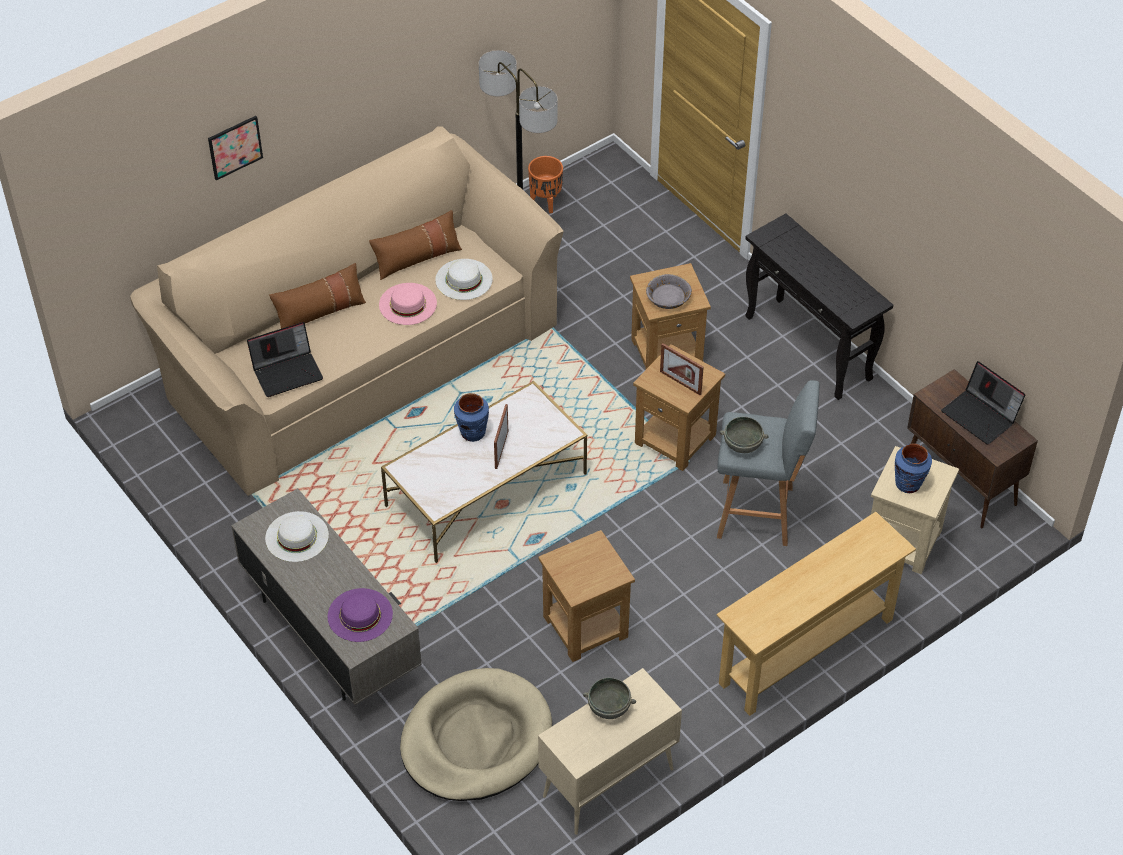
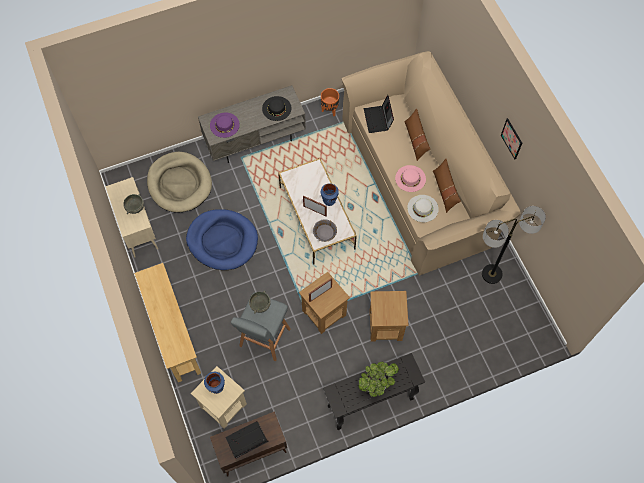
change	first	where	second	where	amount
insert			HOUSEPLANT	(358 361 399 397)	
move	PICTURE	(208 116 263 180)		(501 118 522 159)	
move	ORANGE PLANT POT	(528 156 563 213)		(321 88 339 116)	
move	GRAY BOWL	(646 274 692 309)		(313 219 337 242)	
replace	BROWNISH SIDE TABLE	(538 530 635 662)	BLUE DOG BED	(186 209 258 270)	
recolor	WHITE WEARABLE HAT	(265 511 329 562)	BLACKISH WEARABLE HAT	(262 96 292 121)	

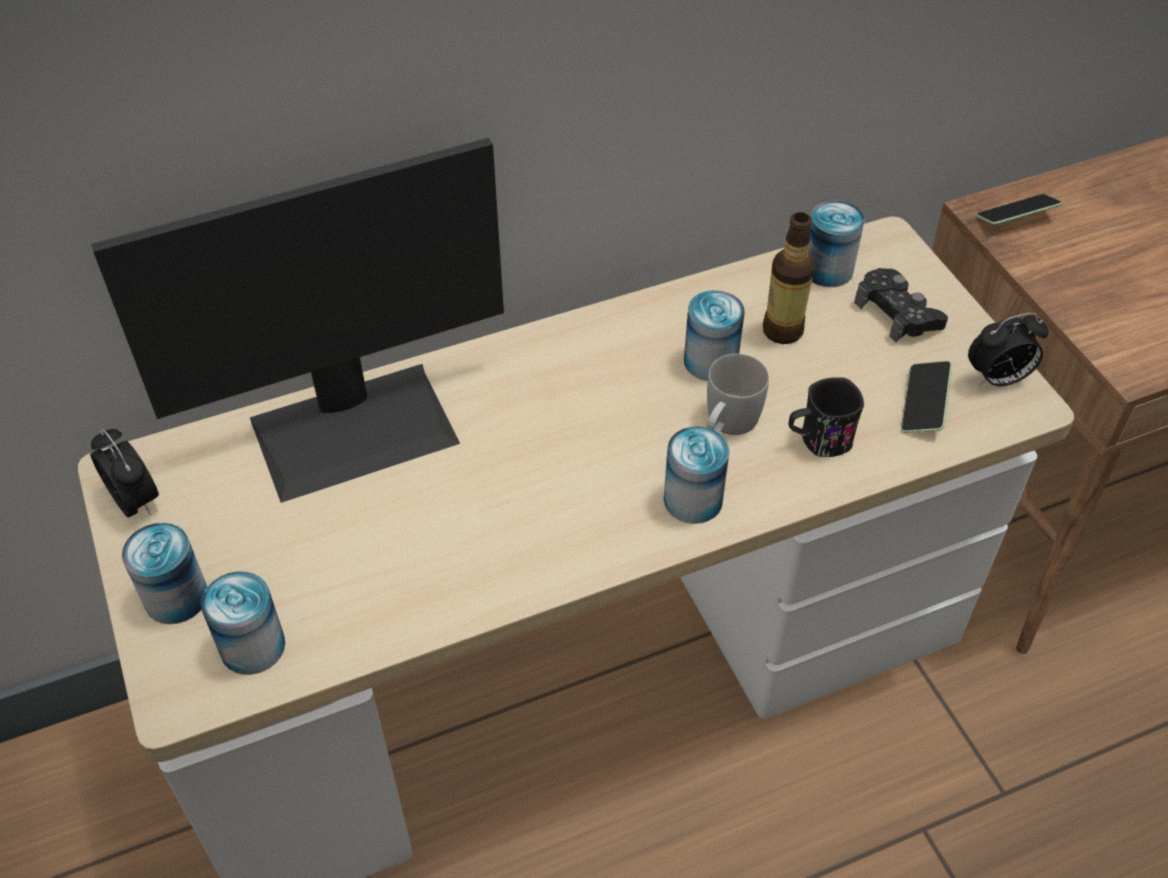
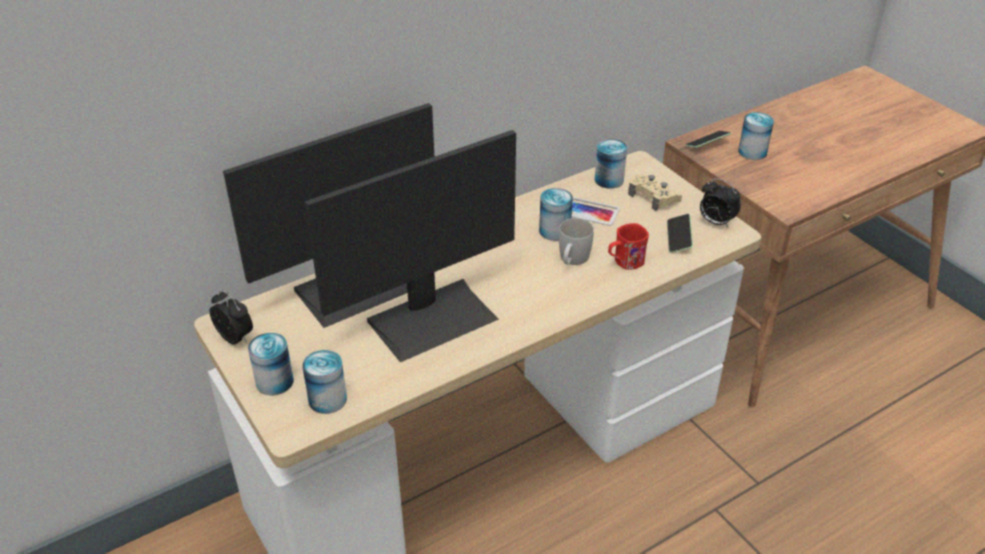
change	first	where	second	where	amount
insert			MONITOR	(304 130 516 362)	
move	SEALED CAN	(664 426 729 524)		(738 112 774 160)	
replace	DRINK BOTTLE	(763 212 815 344)	PHONE	(572 197 620 226)	
recolor	BLACKISH COFFEE MUG	(789 377 864 457)	RED-COLOURED COFFEE MUG	(608 223 649 270)	
recolor	BLACKISH GAME CONTROLLER	(854 268 948 343)	BEIGE-COLOURED GAME CONTROLLER	(628 174 682 211)	
rotate	ALARM CLOCK	(968 313 1049 386)		(700 178 741 227)	60 degrees clockwise

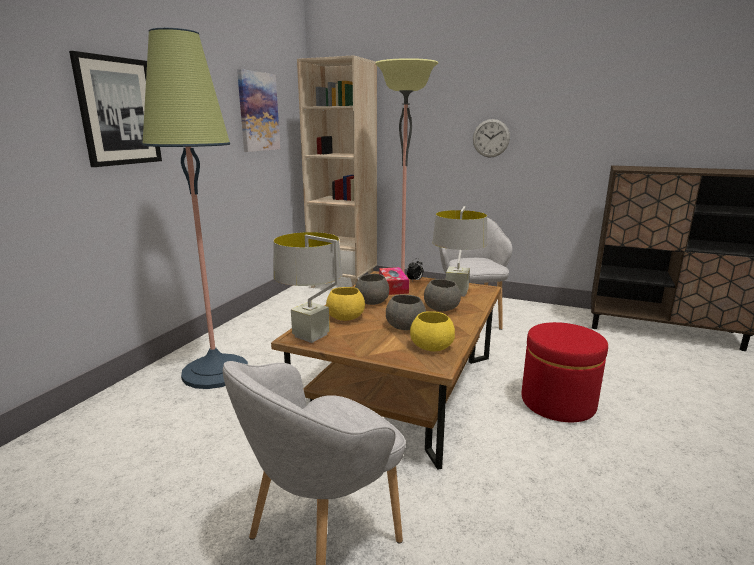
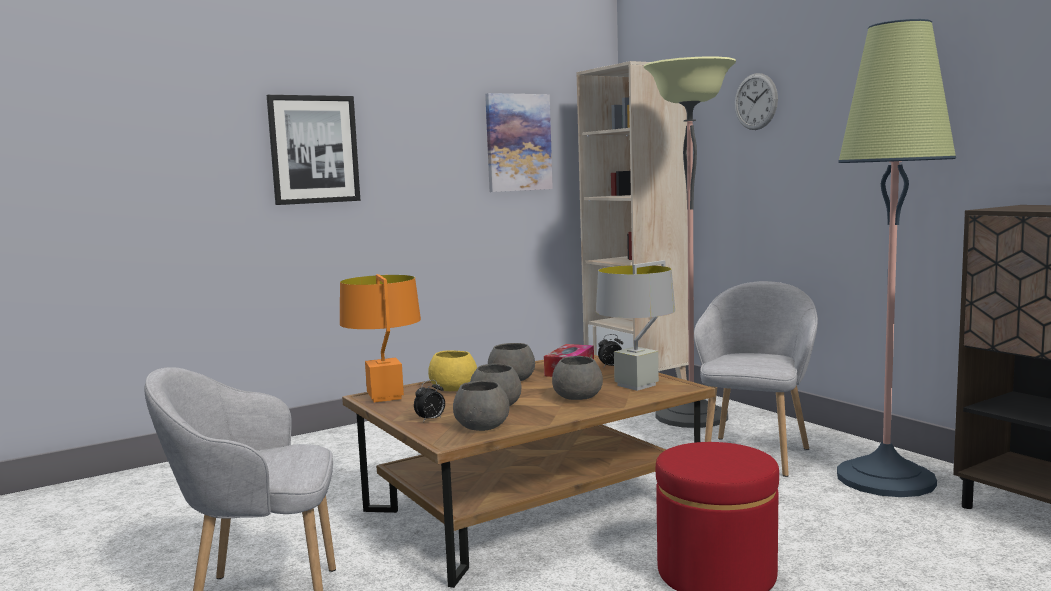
change	first	where	second	where	amount
insert			ALARM CLOCK	(414 380 445 423)	
move	FLOOR LAMP	(142 28 248 389)		(837 19 956 497)	
move	HANGING CLOCK	(473 119 510 157)		(735 73 778 130)	
recolor	GRAY LAMP FOR A TABLE	(273 232 343 343)	ORANGE LAMP FOR A TABLE	(340 274 421 403)	
recolor	YELLOW-COLOURED BOWL	(410 311 455 352)	GRAY BOWL	(453 381 510 431)	

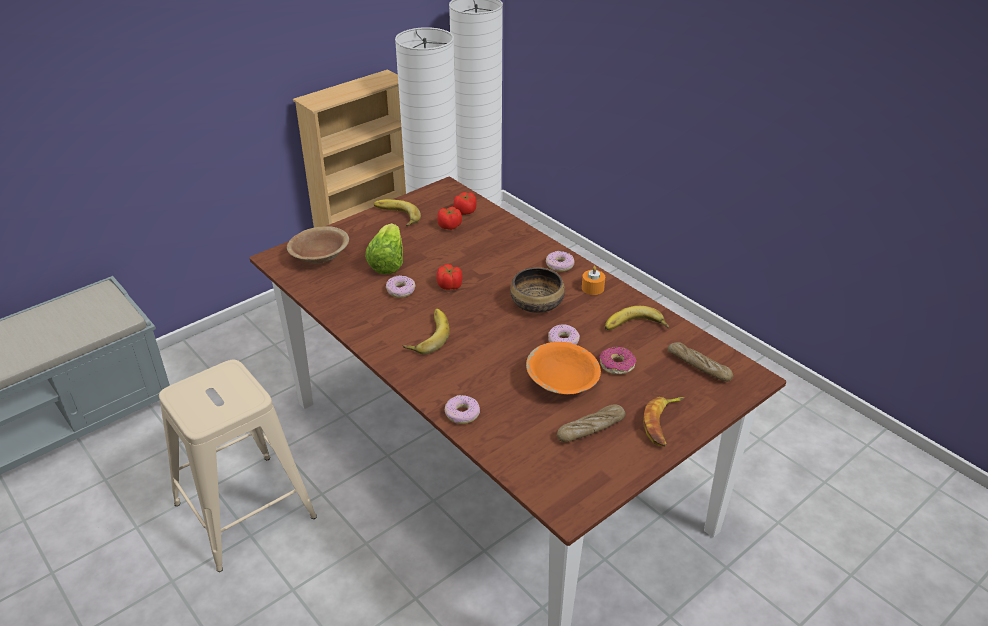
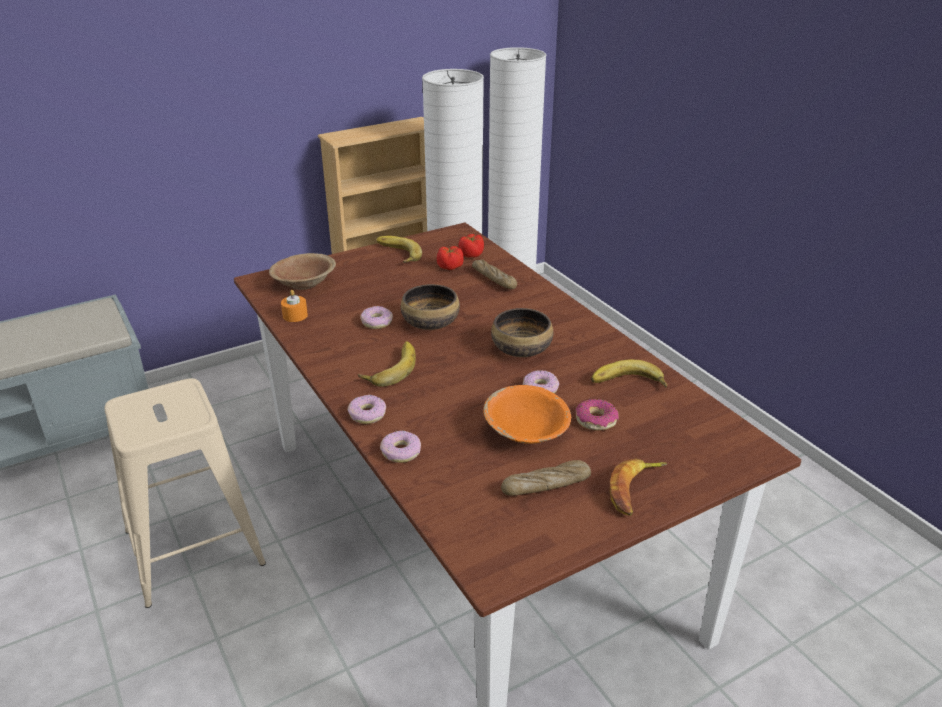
change	first	where	second	where	amount
delete	HEAD OF LETTUCE	(365 223 403 274)			
move	DOUGHNUT	(546 251 574 272)		(347 395 386 424)	
move	ORANGE WAX LIGHT	(582 266 605 295)		(281 290 308 322)	
move	BREAD	(667 342 733 381)		(472 259 517 289)	
replace	TOMATO	(437 264 463 290)	BOWL	(401 284 460 330)	

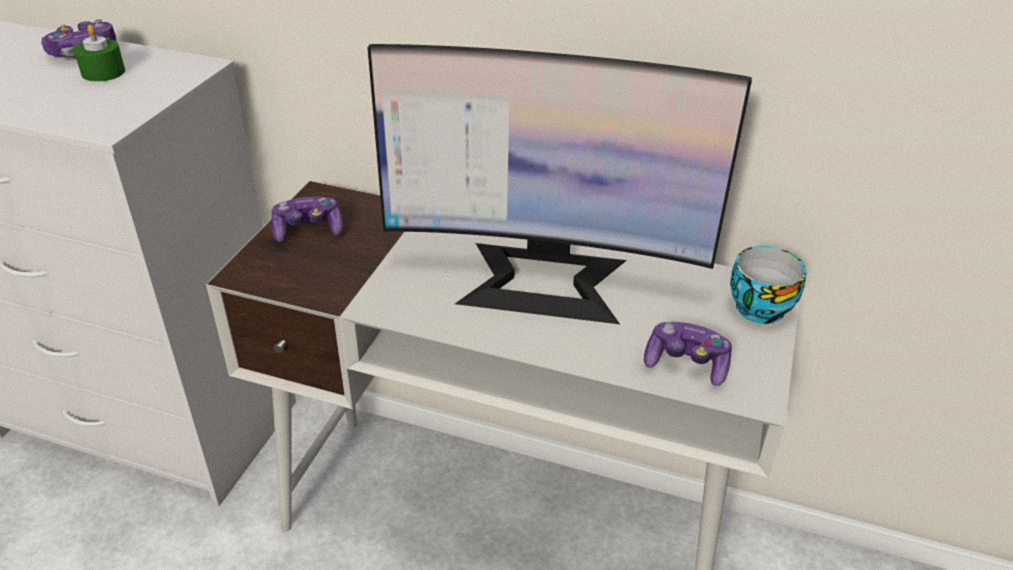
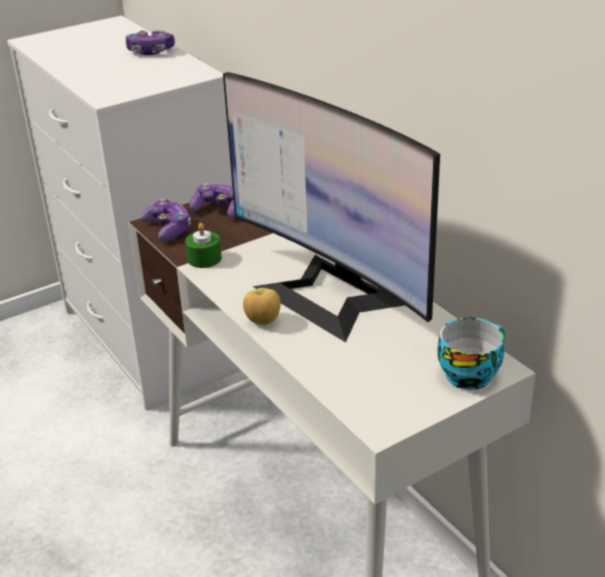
change	first	where	second	where	amount
insert			WHOLE APPLE	(243 288 280 325)	
move	GREEN-COLOURED WAX LIGHT	(74 25 125 82)		(185 223 222 268)	
move	GAME CONTROLLER	(644 322 732 386)		(141 198 191 241)	

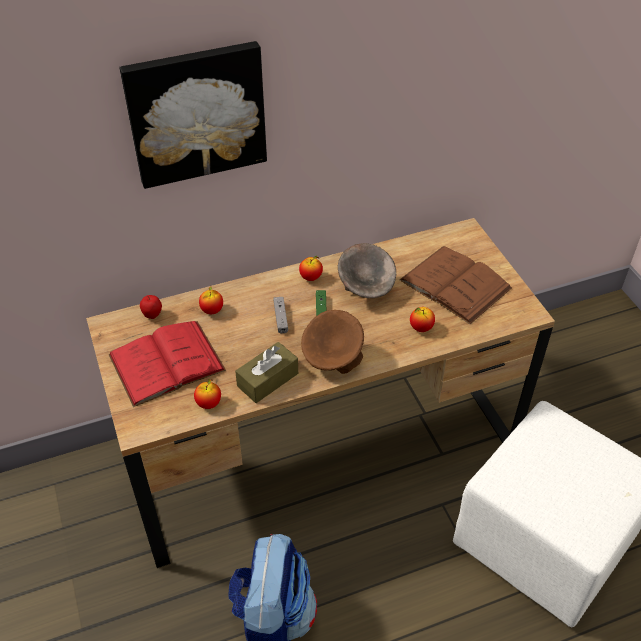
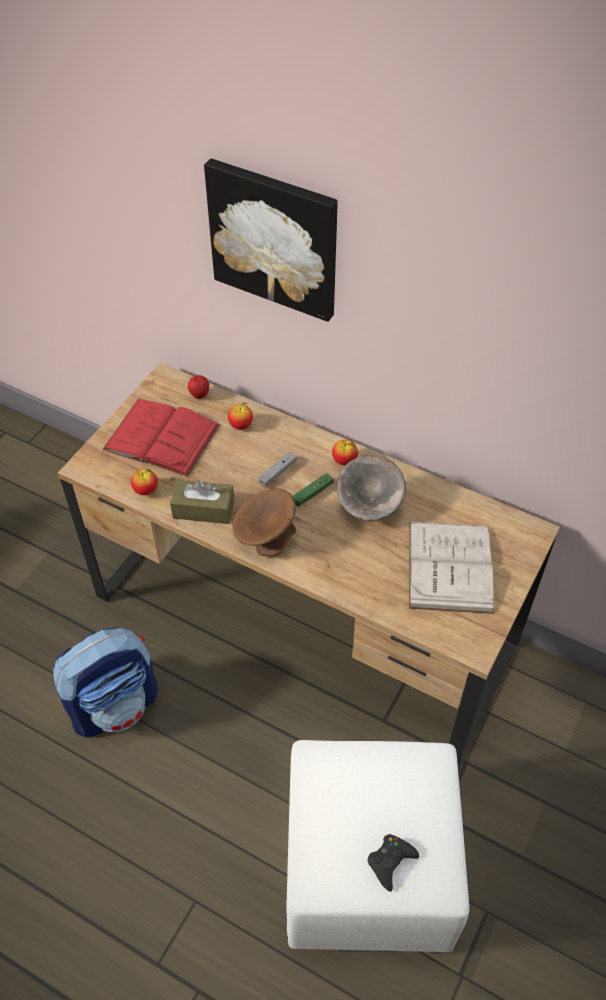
change	first	where	second	where	amount
delete	WHOLE APPLE	(410 307 435 332)			
insert			BLACKISH GAME CONTROLLER	(367 834 419 892)	
recolor	BROWNISH VOLUME	(400 246 512 324)	WHITE VOLUME	(409 522 494 614)	

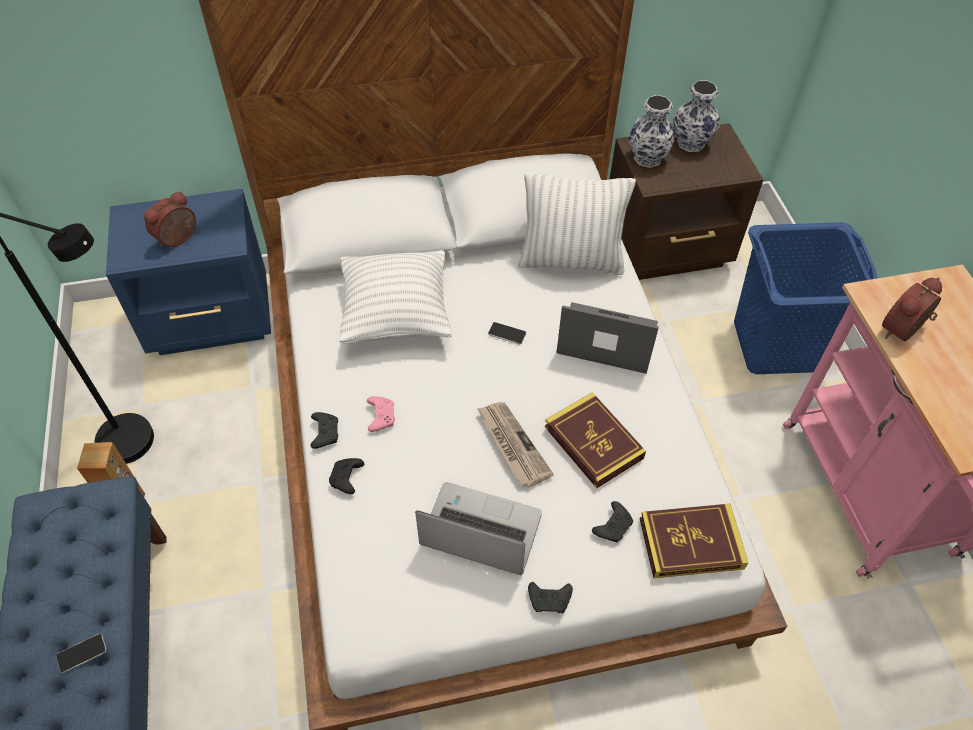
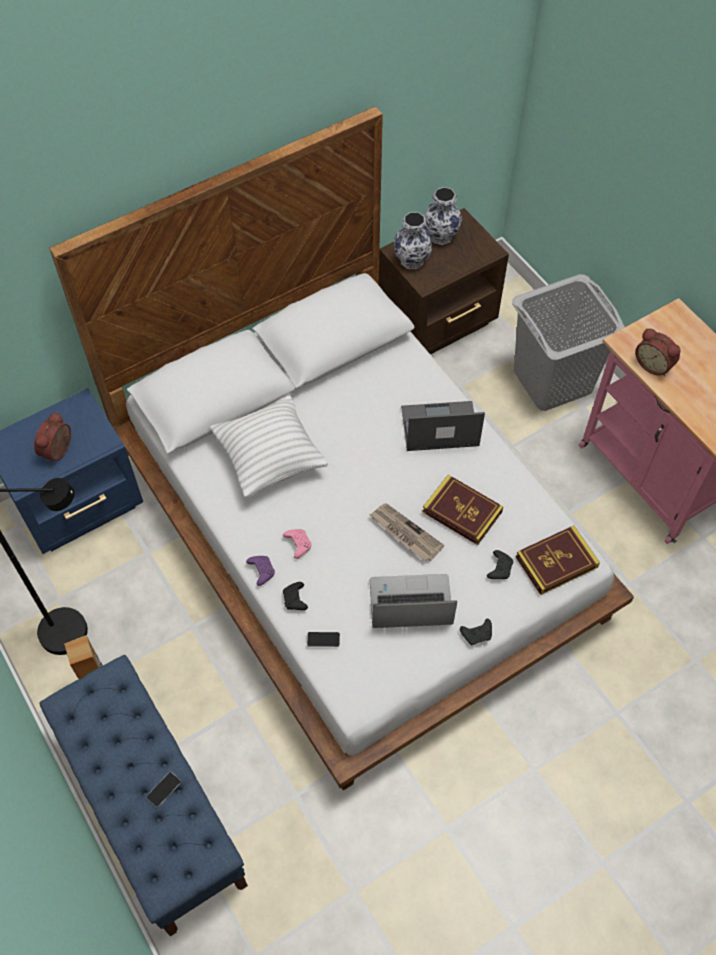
change	first	where	second	where	amount
delete	WHITE CUSHION	(518 172 636 275)			
move	PHONE	(488 322 526 345)		(307 632 340 647)	
recolor	BLACKISH GAME CONTROLLER	(310 412 338 449)	PURPLE-COLOURED GAME CONTROLLER	(246 556 275 586)	
recolor	BLUE HAMPER	(734 222 877 374)	GRAY HAMPER	(512 274 625 411)	
rotate	ALARM CLOCK	(882 277 942 342)		(635 328 680 376)	75 degrees counterclockwise

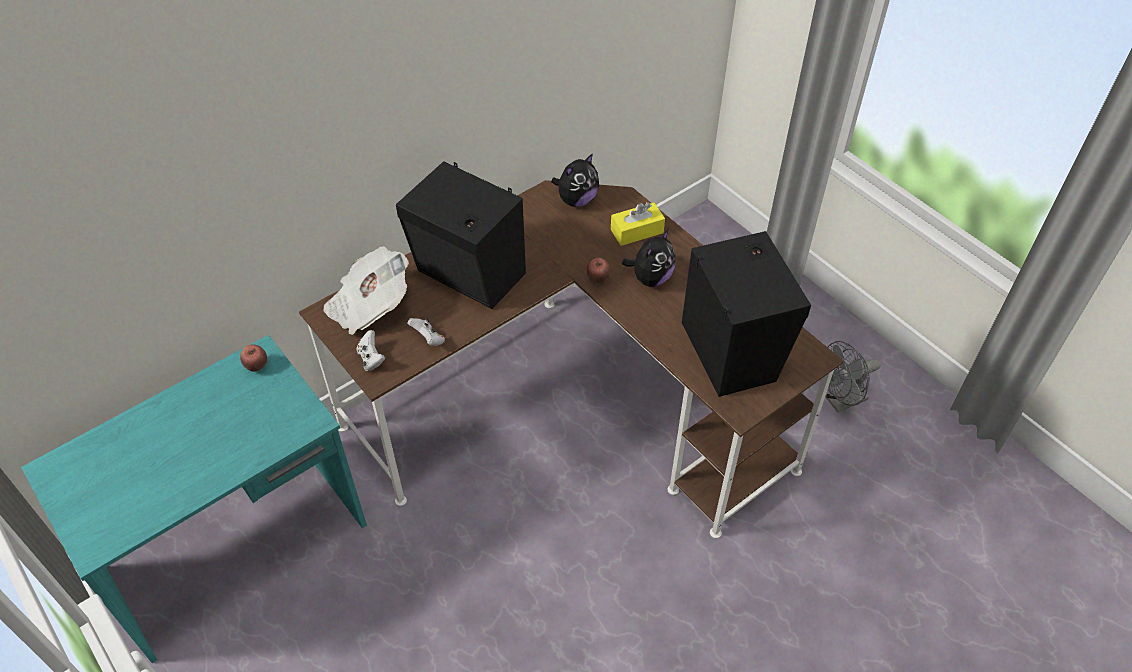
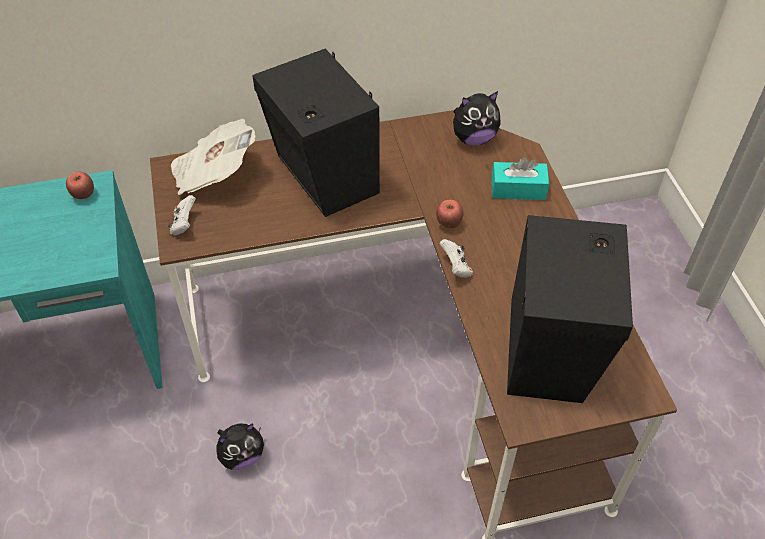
change	first	where	second	where	amount
delete	GRAY COOLING FAN	(825 341 881 413)			
move	WHITE GAME CONTROLLER	(407 318 445 346)		(440 239 473 277)	
move	CUDDLY TOY	(622 230 676 287)		(217 423 264 470)	
recolor	YELLOW-COLOURED BOX OF TISSUES	(611 202 665 246)	TURQUOISE BOX OF TISSUES	(491 157 549 200)	

